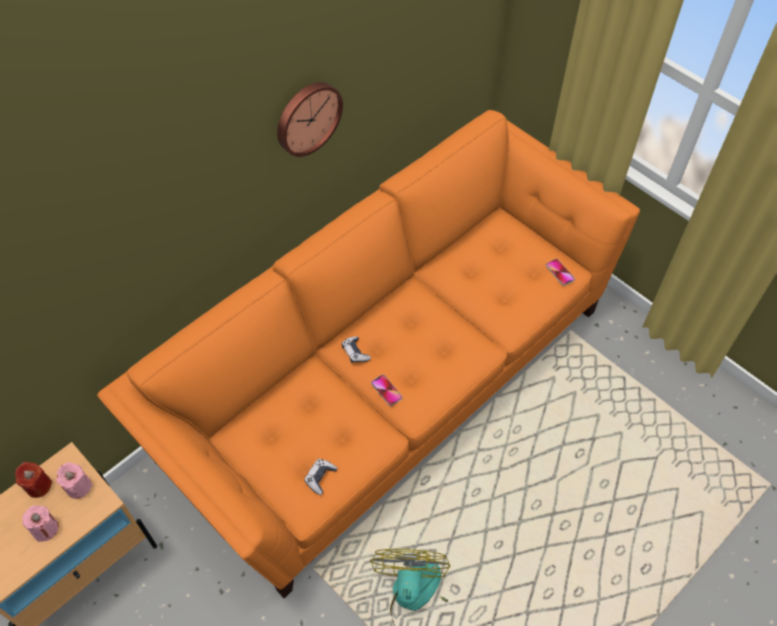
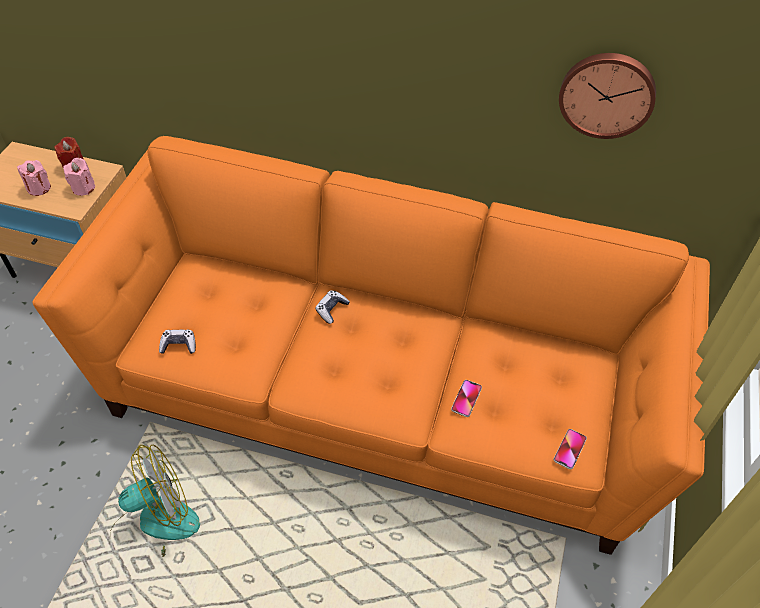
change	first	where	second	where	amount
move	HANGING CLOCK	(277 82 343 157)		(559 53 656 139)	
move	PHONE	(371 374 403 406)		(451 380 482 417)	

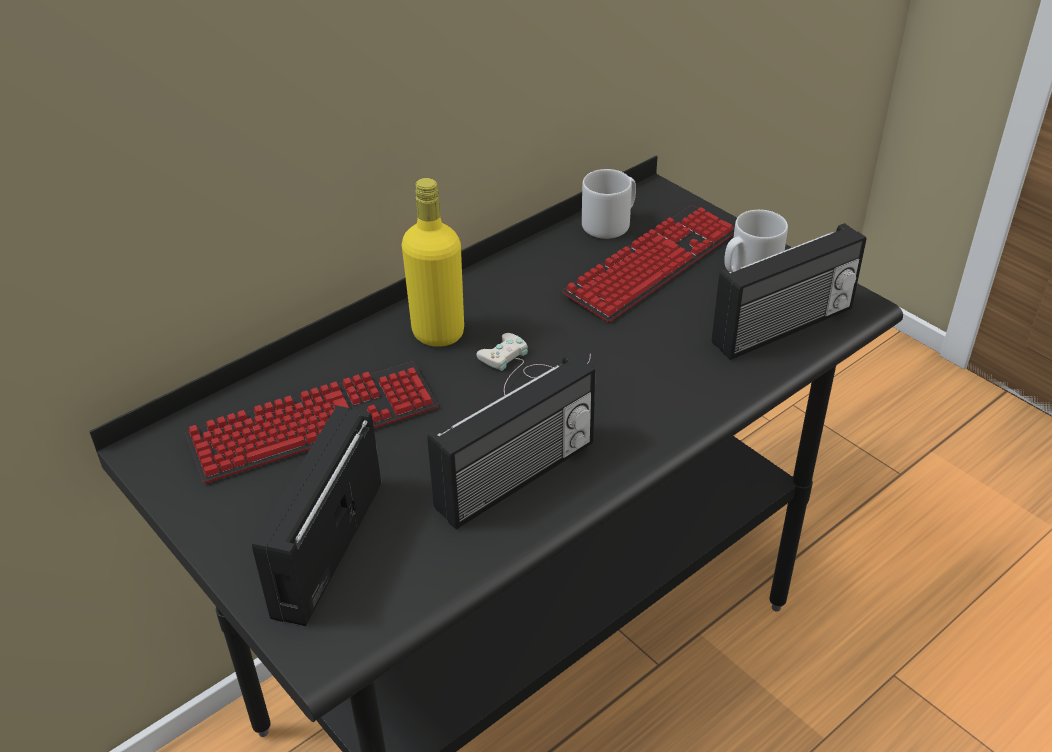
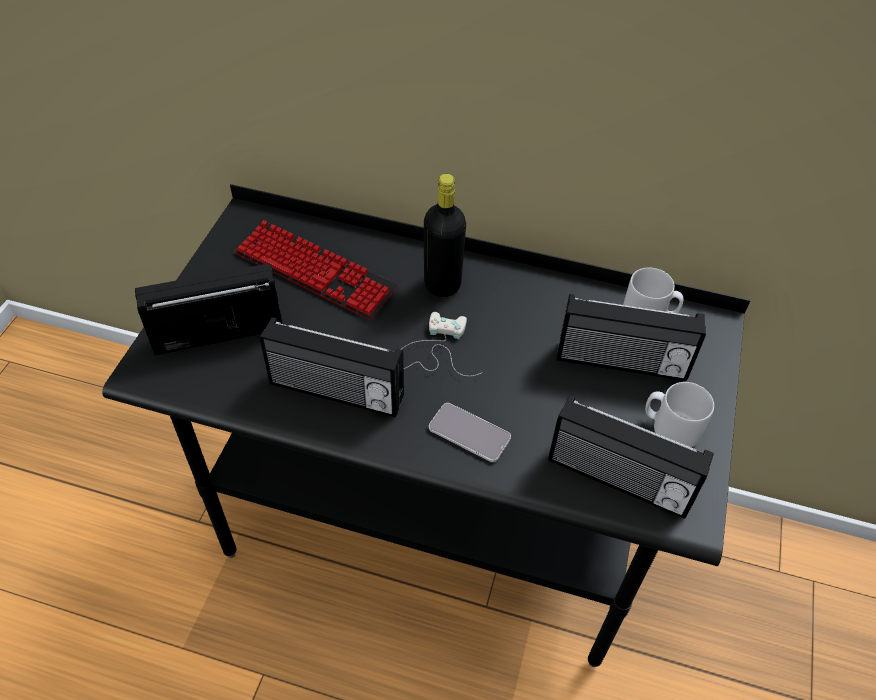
change	first	where	second	where	amount
insert			PHONE	(429 403 511 462)	
replace	PC KEYBOARD	(562 205 735 322)	RADIO	(557 294 706 381)	
recolor	YELLOW-COLOURED DRINK BOTTLE	(402 178 464 347)	BLACKISH DRINK BOTTLE	(424 174 466 297)	

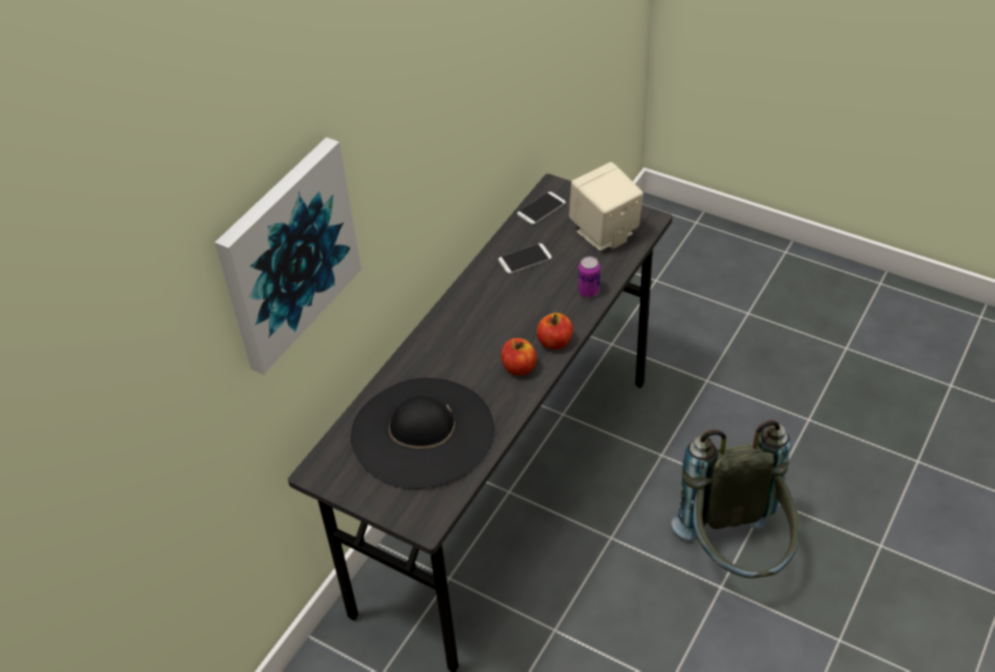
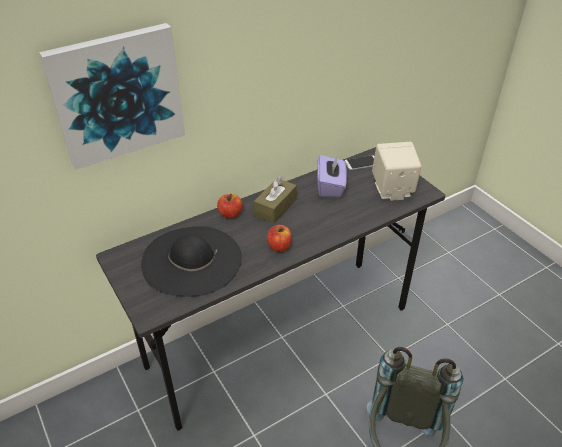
change	first	where	second	where	amount
delete	SEALED CAN	(578 256 600 297)			
insert			BROWNISH BOX OF TISSUES	(254 176 297 224)	
move	WHOLE APPLE	(537 313 573 349)		(217 194 243 219)	
replace	PHONE	(498 243 552 274)	PURPLE-COLOURED BOX OF TISSUES	(317 155 347 198)	

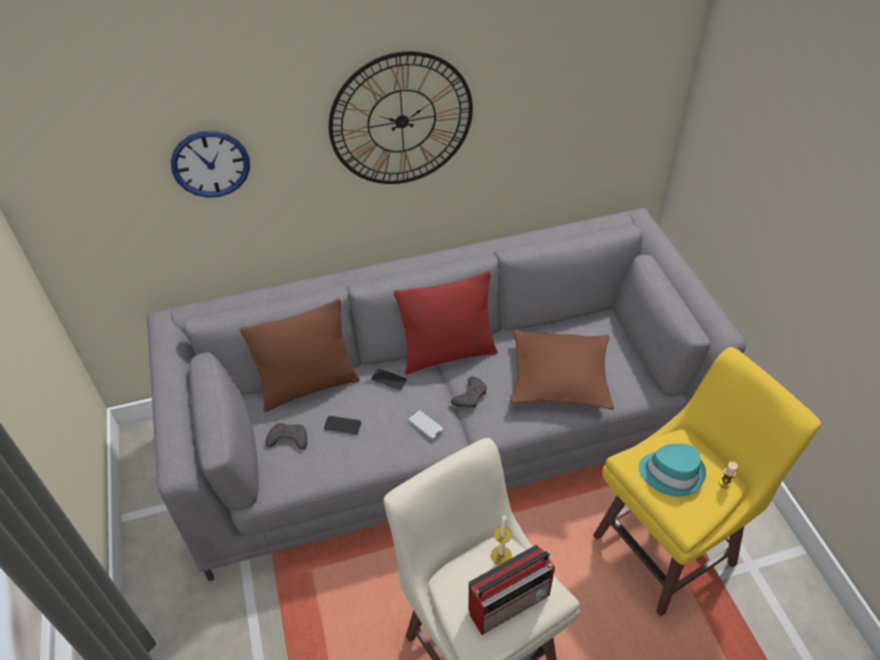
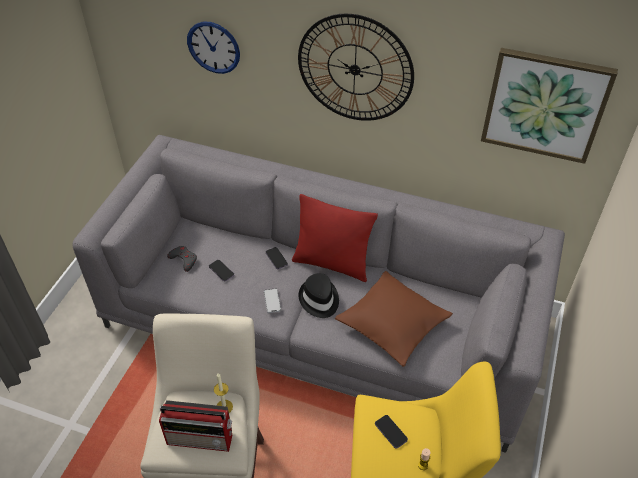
change	first	where	second	where	amount
delete	BROWNISH CUSHION	(240 299 359 412)			
insert			PICTURE	(481 48 618 164)	
replace	GRAY GAME CONTROLLER	(451 376 487 408)	BLACKISH WEARABLE HAT	(298 273 339 318)	
replace	TURQUOISE WEARABLE HAT	(639 444 706 496)	PHONE	(375 415 408 449)	

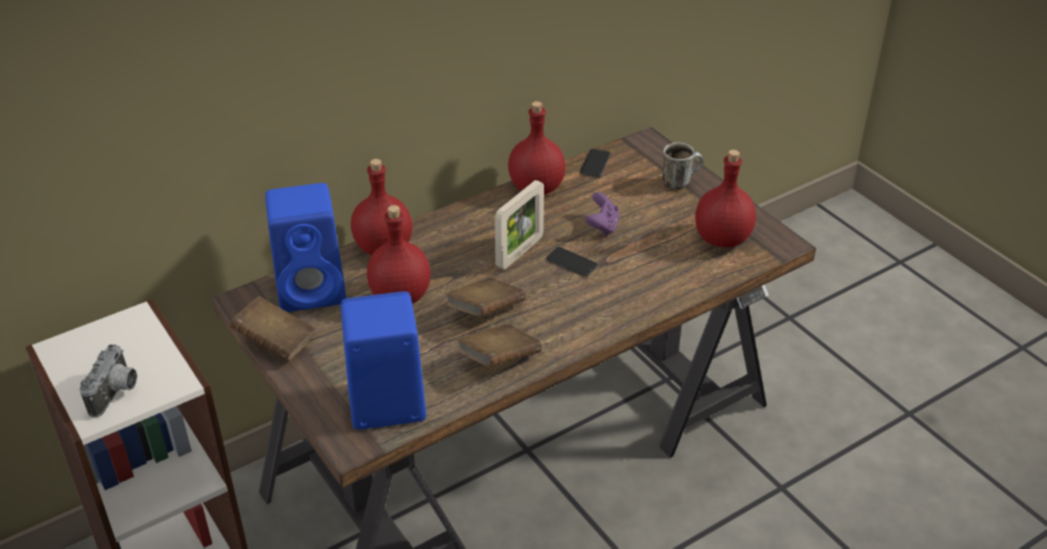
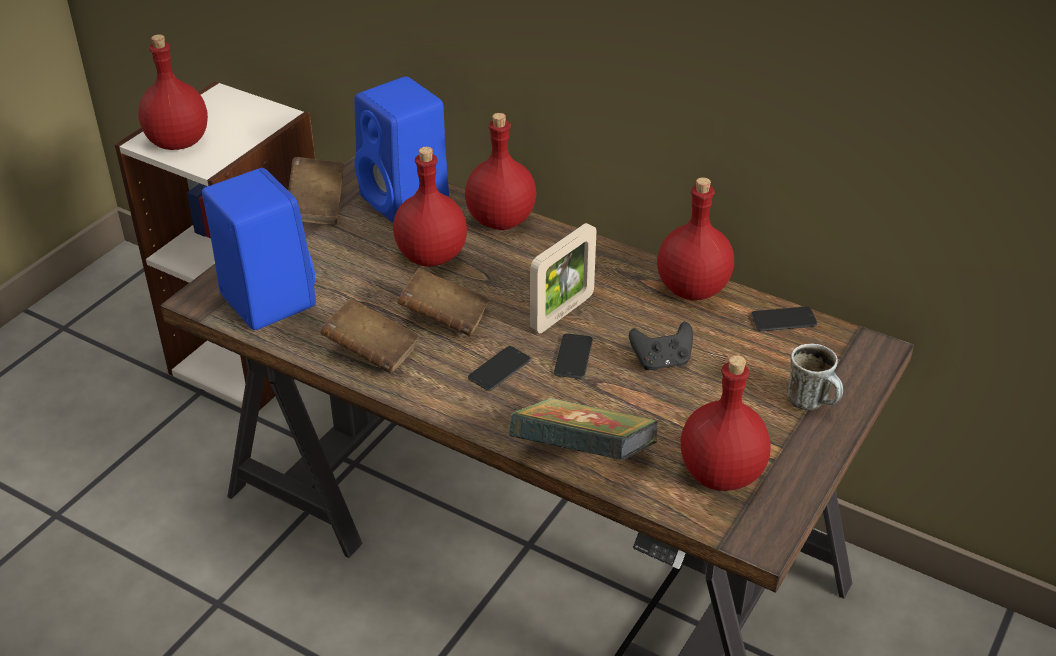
change	first	where	second	where	amount
insert			PHONE	(468 346 531 391)	
insert			VOLUME	(509 398 659 461)	
replace	PHOTO CAMERA	(79 344 137 417)	RED-COLOURED DRINK BOTTLE	(138 34 208 150)	
recolor	PURPLE-COLOURED GAME CONTROLLER	(585 192 619 236)	BLACKISH GAME CONTROLLER	(629 321 693 370)	
rotate	PICTURE FRAME	(495 180 544 270)		(530 223 596 333)	60 degrees counterclockwise

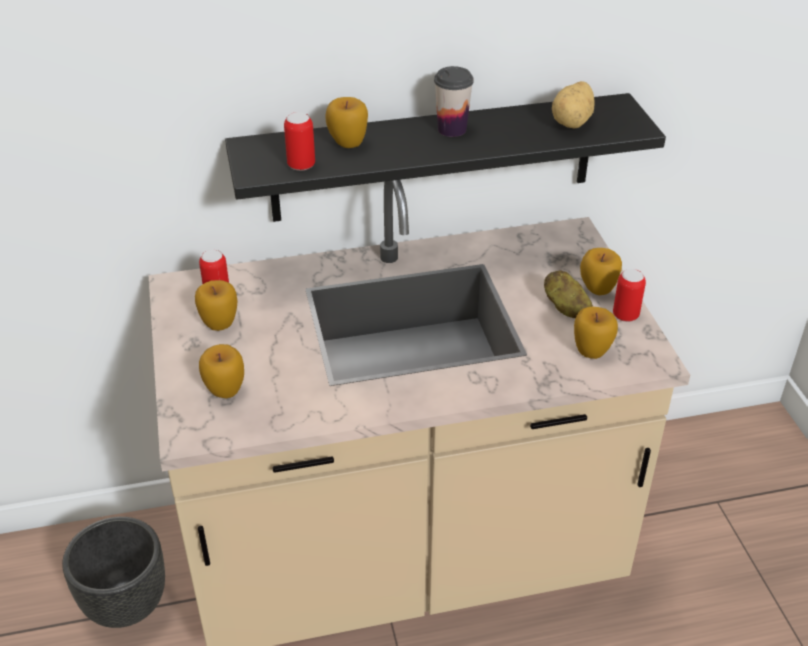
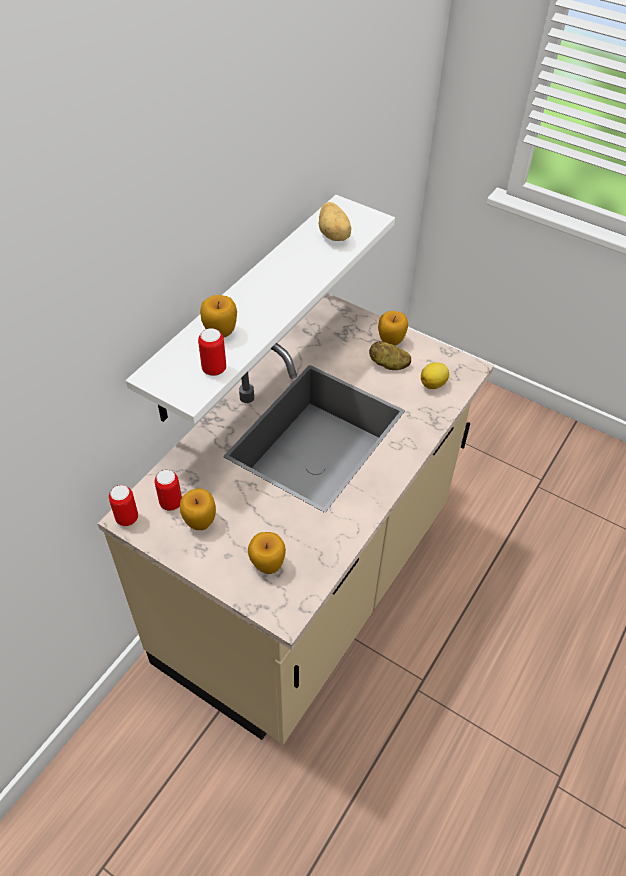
change	first	where	second	where	amount
delete	BLACKISH PLANT POT	(62 517 165 628)			
delete	SMALL CUP	(434 66 474 137)			
move	SEALED CAN	(613 269 646 322)		(109 485 138 526)	
replace	WHOLE APPLE	(574 306 618 359)	LEMON	(421 362 449 389)	
recolor	BLACKISH WALL SHELF	(225 93 666 222)	WHITE WALL SHELF	(126 195 395 424)	

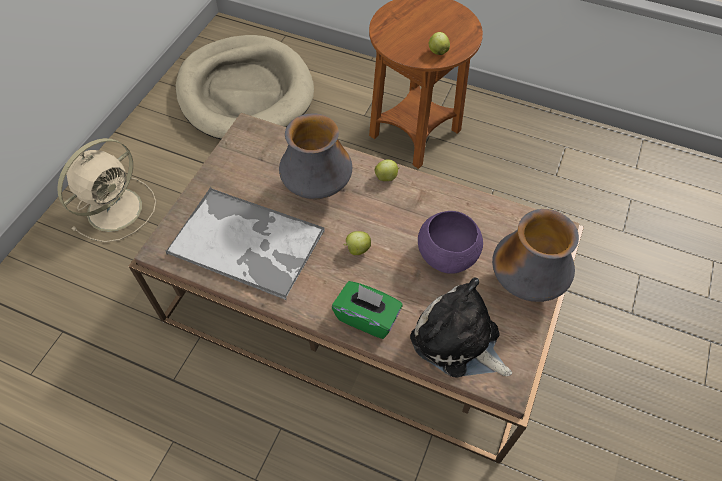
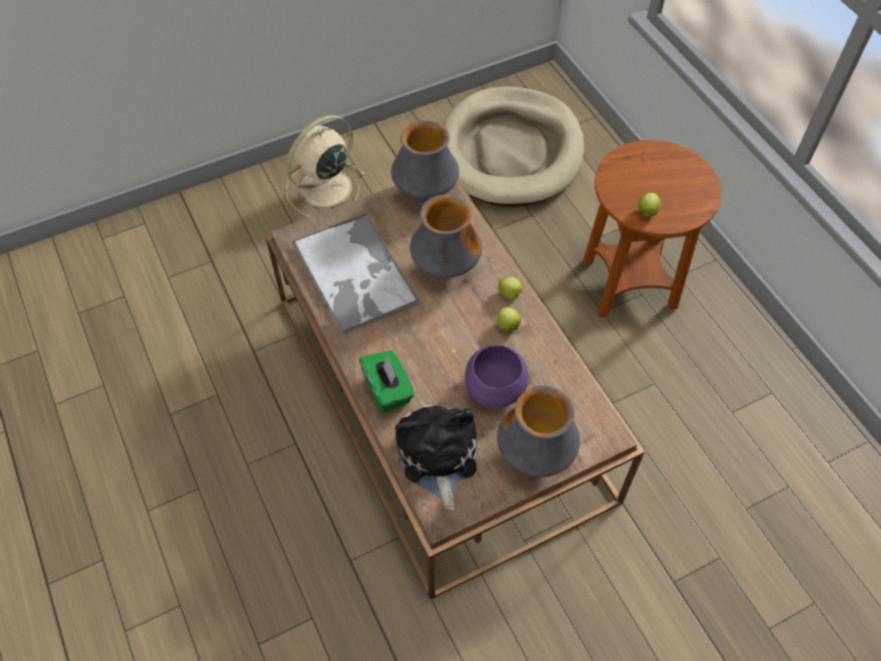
change	first	where	second	where	amount
insert			DECORATIVE VASE	(391 120 459 202)	
move	WHOLE APPLE	(344 231 371 255)		(496 307 522 331)	
rotate	BEIGE-COLOURED COOLING FAN	(57 138 156 242)		(285 115 366 217)	150 degrees clockwise

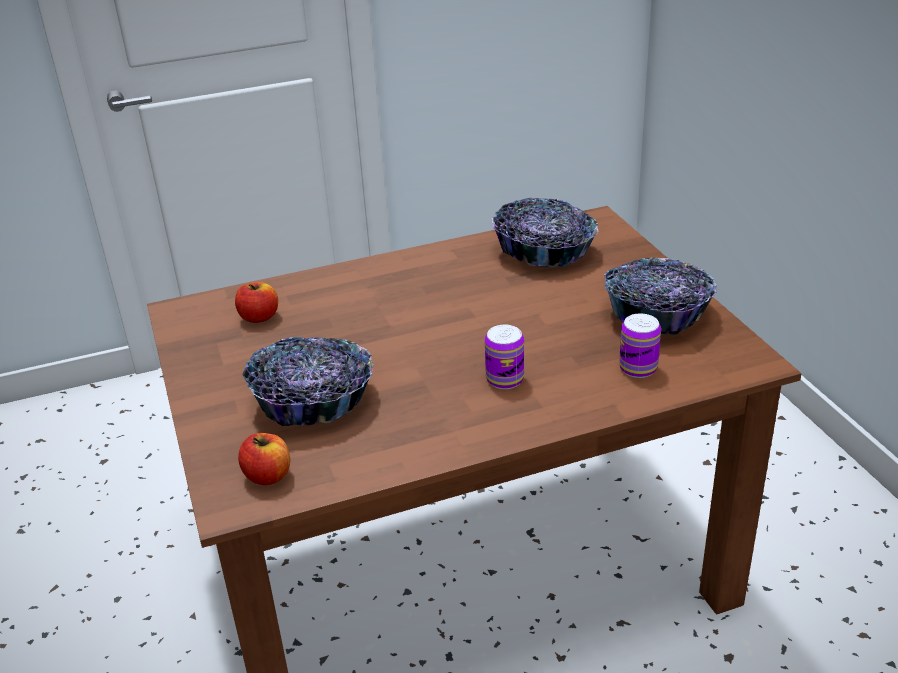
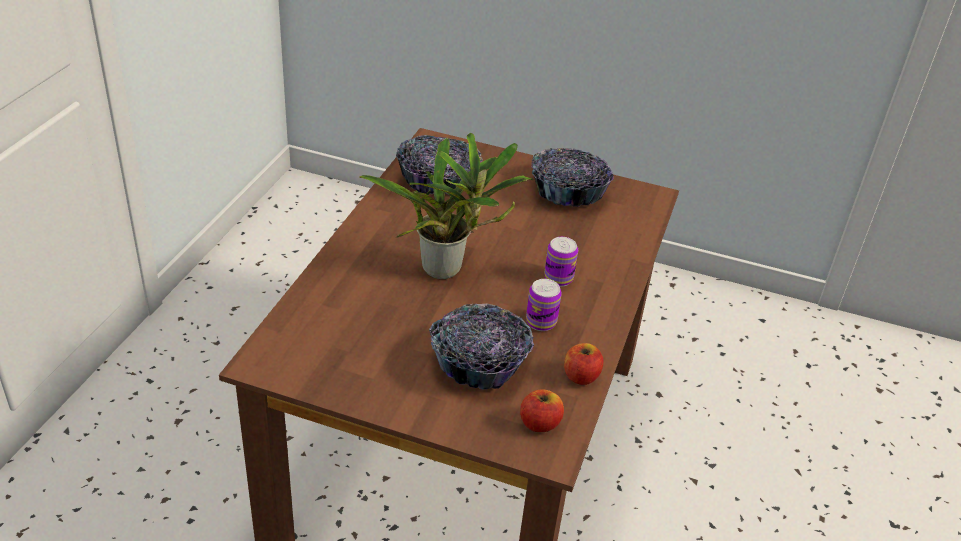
change	first	where	second	where	amount
insert			HOUSEPLANT	(359 133 533 279)	
move	WHOLE APPLE	(235 282 278 323)		(564 343 603 385)	
move	SEALED CAN	(619 313 661 378)		(526 279 562 331)	

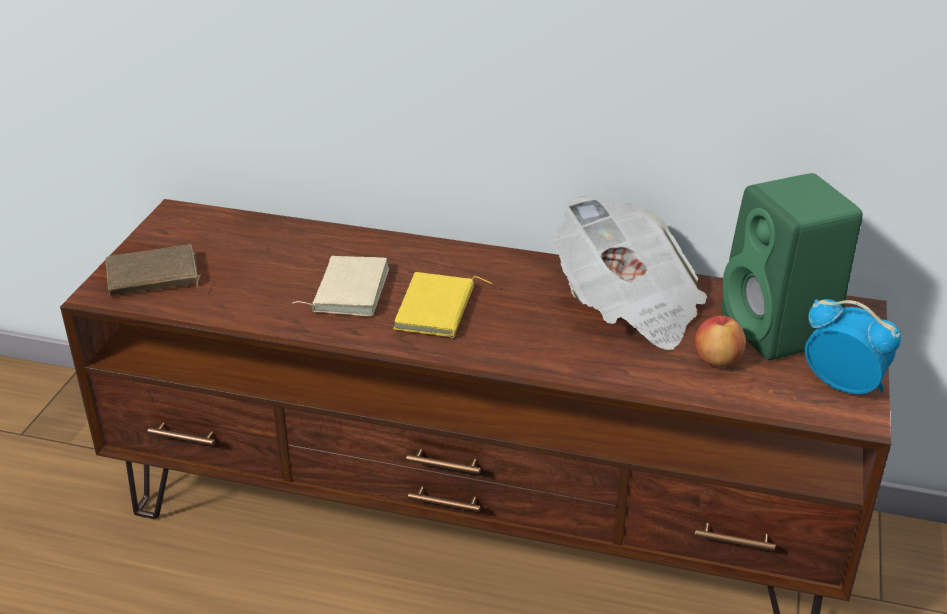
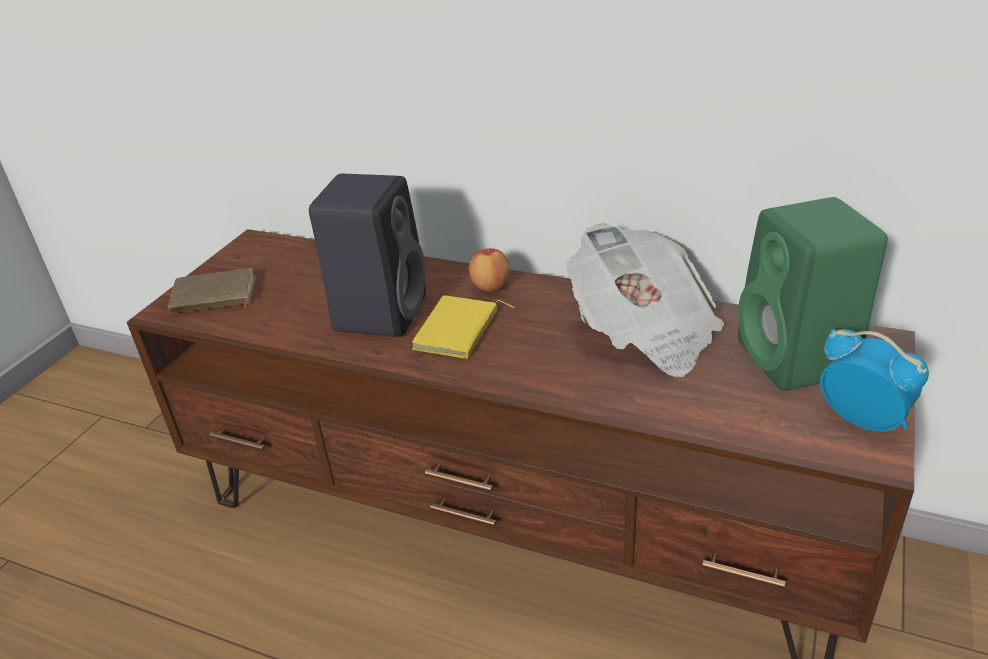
change	first	where	second	where	amount
move	WHOLE APPLE	(695 316 746 367)		(469 248 510 291)	
replace	BEIGE-COLOURED VOLUME	(292 256 389 316)	BLACKISH AUDIO SPEAKER	(309 174 426 337)	

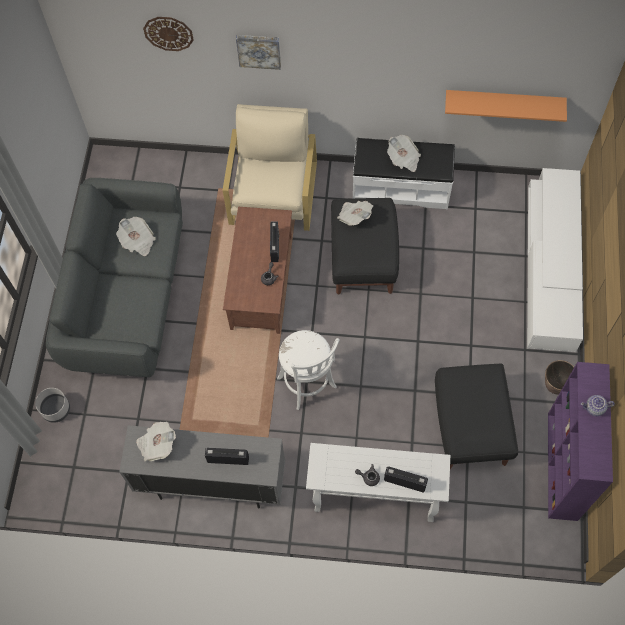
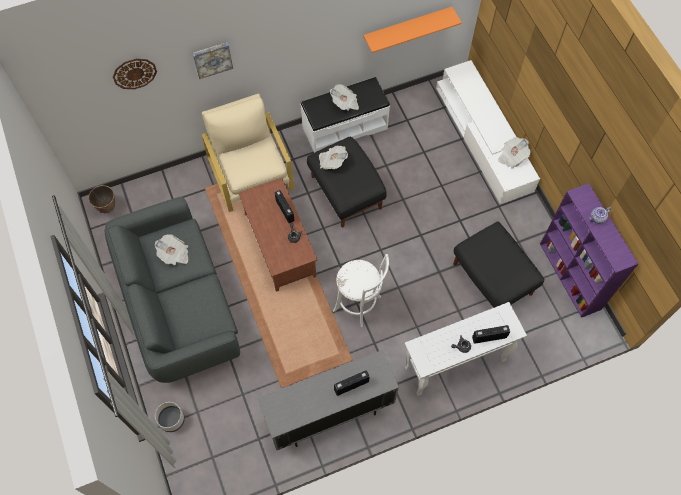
change	first	where	second	where	amount
move	NEWSPAPER	(136 422 176 461)		(498 137 531 169)	
move	PLANT POT	(545 360 574 394)		(88 185 115 213)	

